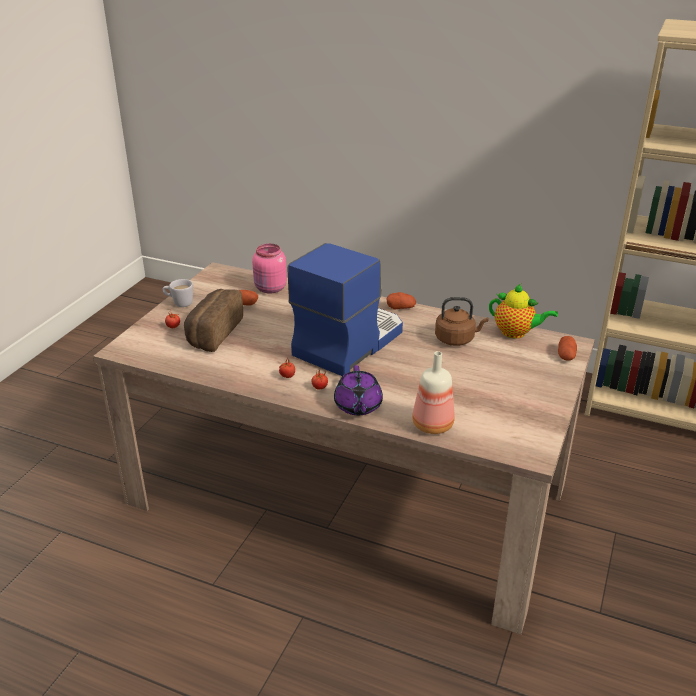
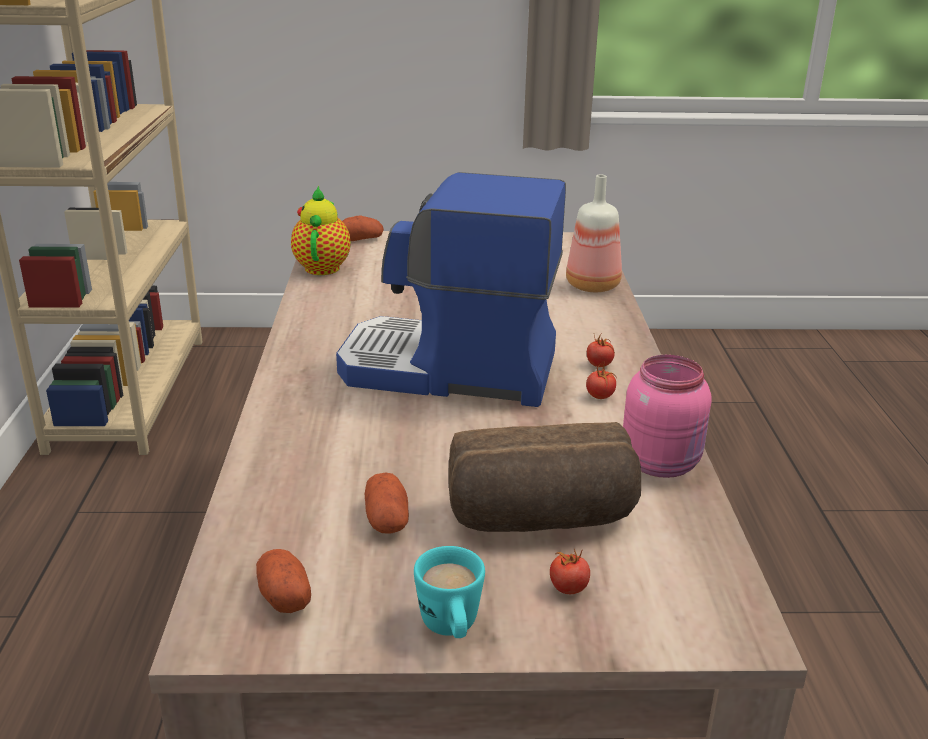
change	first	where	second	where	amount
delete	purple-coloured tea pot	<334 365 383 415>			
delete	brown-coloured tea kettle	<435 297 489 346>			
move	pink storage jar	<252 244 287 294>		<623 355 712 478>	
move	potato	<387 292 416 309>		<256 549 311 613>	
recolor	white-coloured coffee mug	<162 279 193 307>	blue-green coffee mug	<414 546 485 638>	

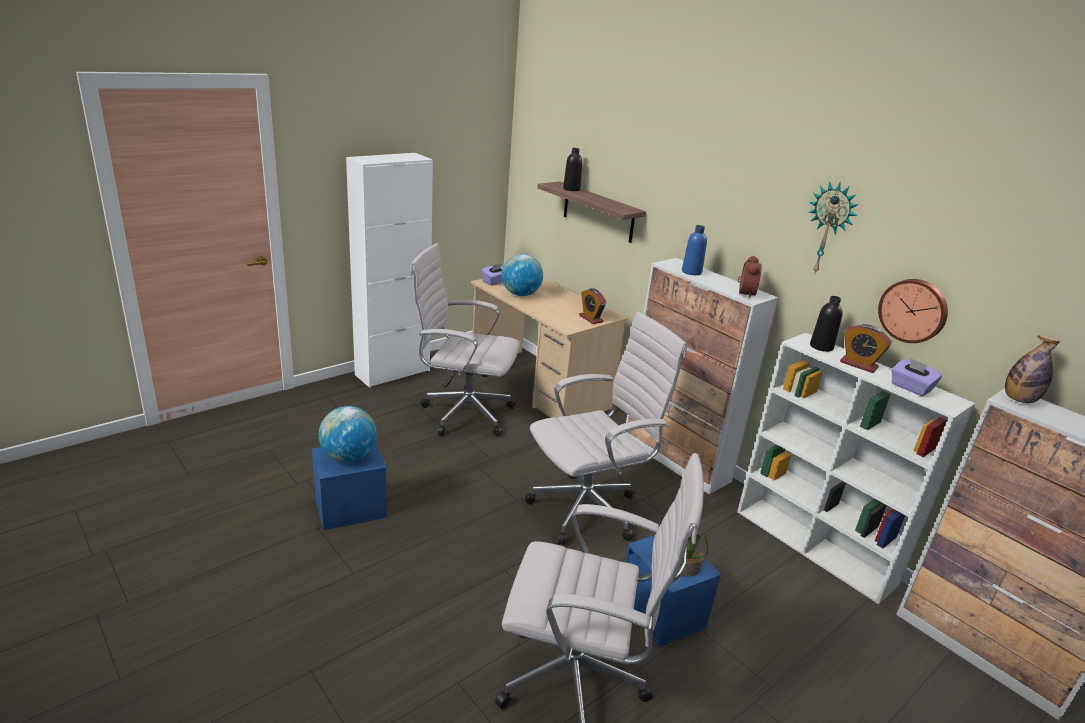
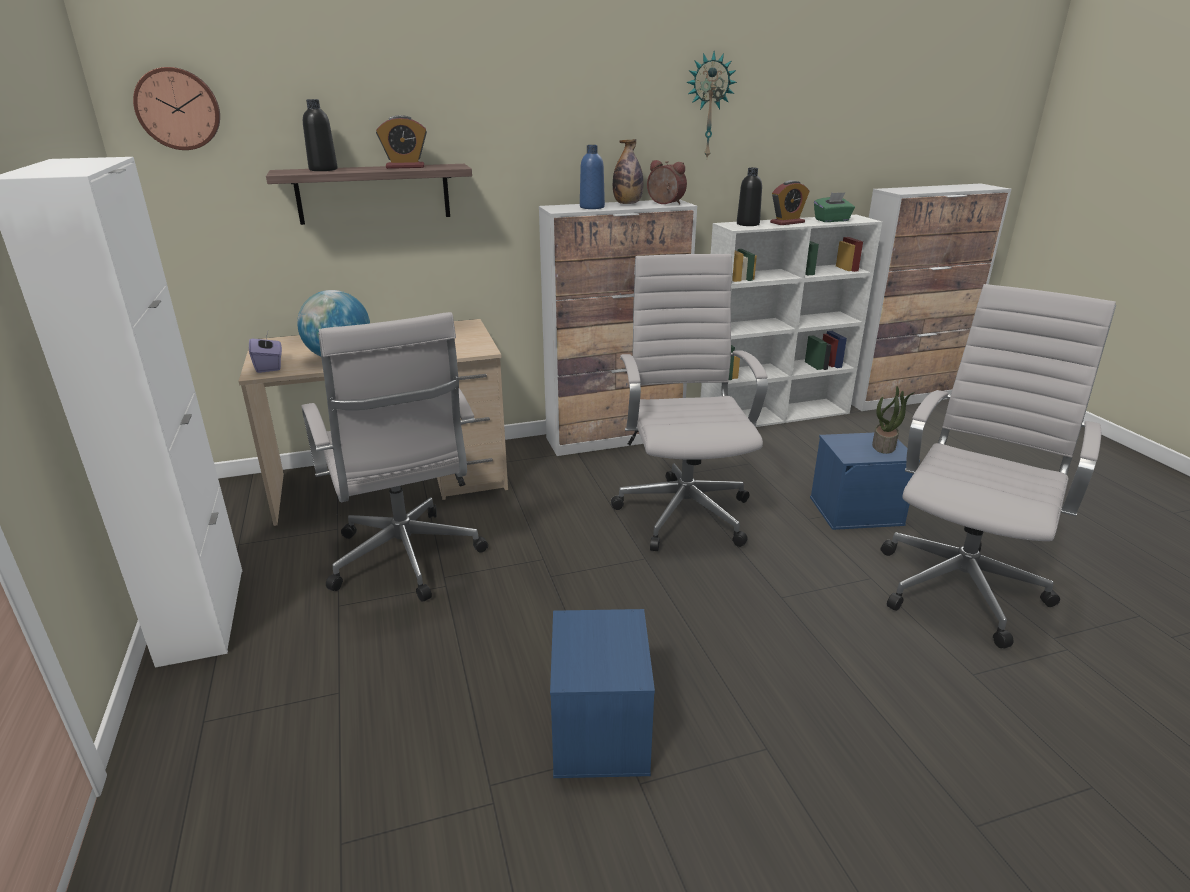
change	first	where	second	where	amount
delete	desk globe	<319 406 377 462>			
move	table clock	<579 288 606 324>		<376 115 427 169>	
move	wall clock	<878 279 948 343>		<133 67 220 150>	
move	beverage bottle	<1005 334 1060 403>		<613 139 644 204>	
recolor	purple-coloured tissue holder	<891 358 942 396>	green tissue holder	<814 192 855 222>	
rotate	white-coloured office chair	<410 243 520 436>		<301 312 488 602>	60 degrees counterclockwise

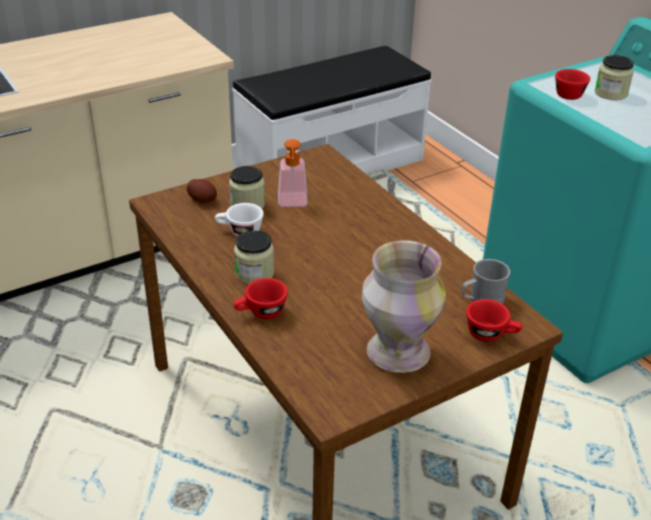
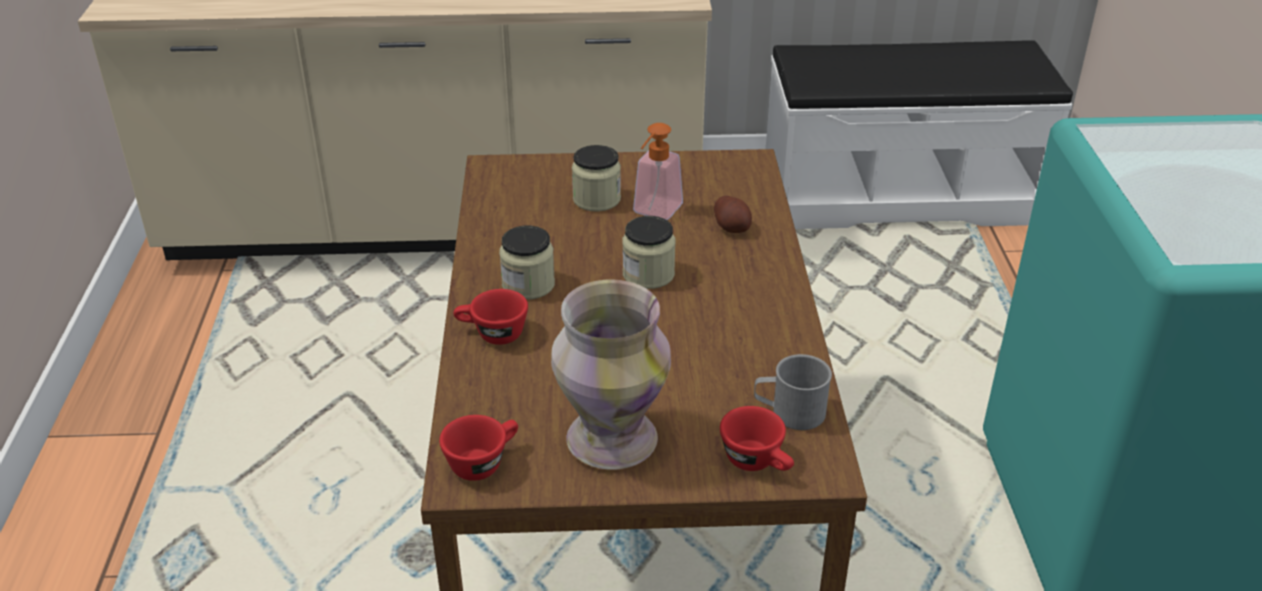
change	first	where	second	where	amount
delete	white-coloured drinking cup	<215 203 264 237>			
move	potato	<187 179 217 203>		<714 196 752 233>	
move	red-coloured drinking cup	<555 69 590 100>		<439 415 518 481>	
move	storage jar	<595 55 634 100>		<622 216 676 289>	

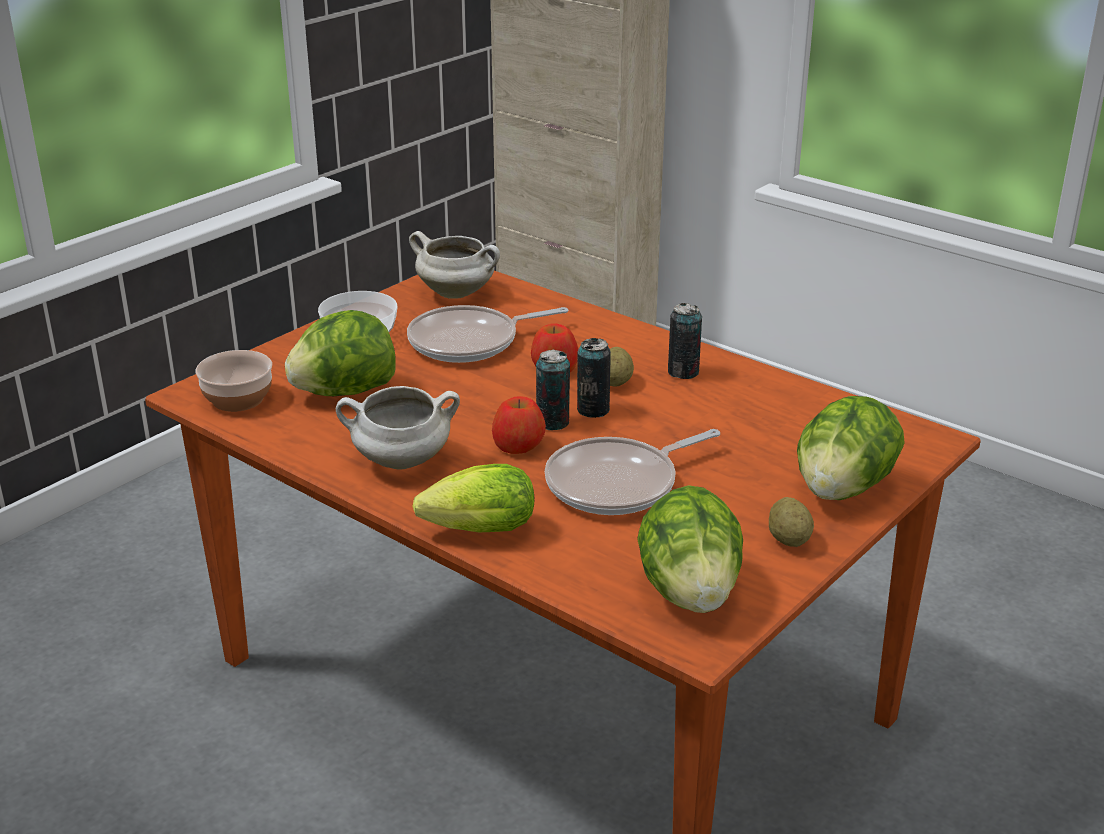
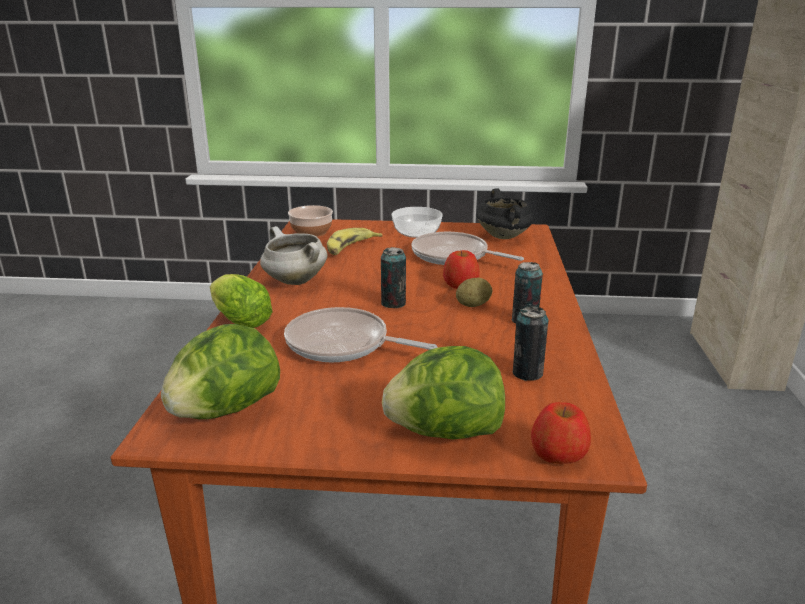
change	first	where	second	where	amount
delete	potato	<769 497 814 547>			
move	apple fruit	<492 396 546 454>		<531 402 591 464>	
move	can	<577 338 611 418>		<513 306 549 381>	
replace	lettuce	<285 310 396 396>	banana	<327 228 383 255>	
recolor	white-coloured stockpot	<409 231 500 299>	blackish stockpot	<477 188 534 239>	

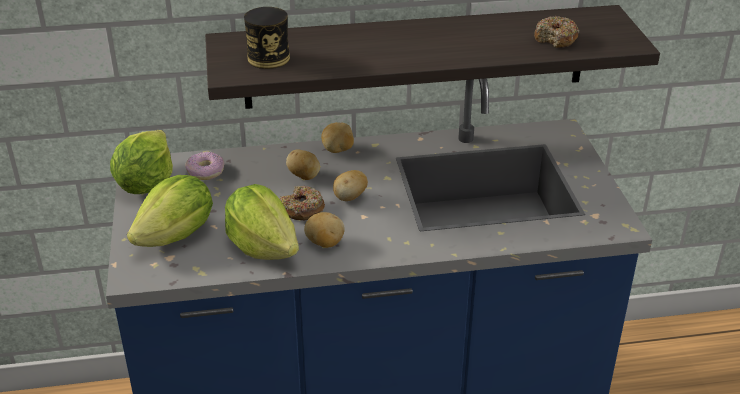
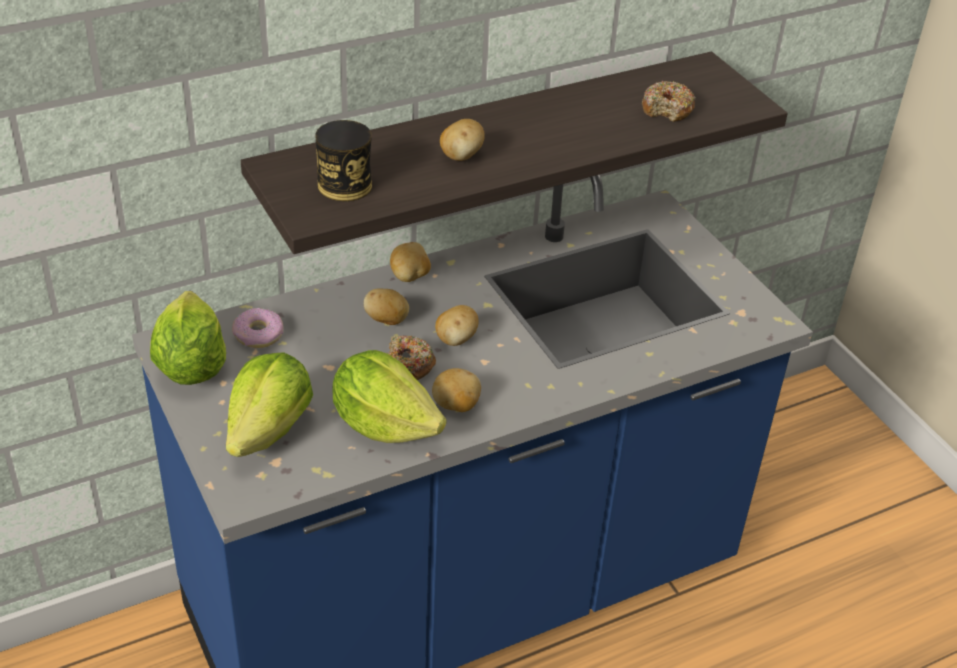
change	first	where	second	where	amount
insert			potato	<440 119 485 161>	

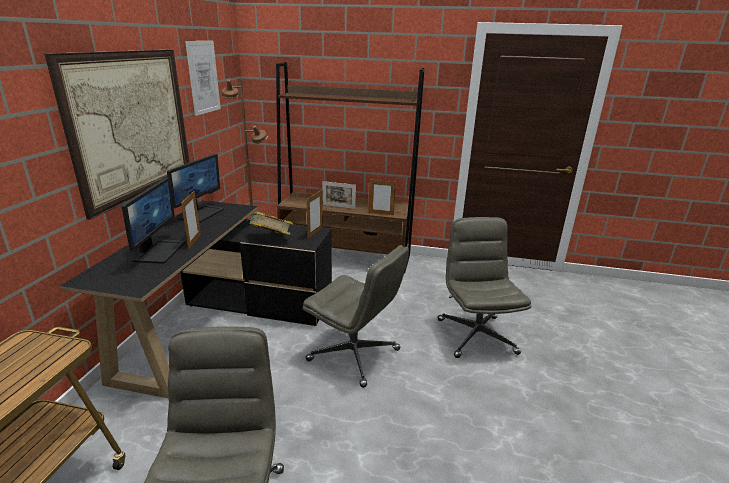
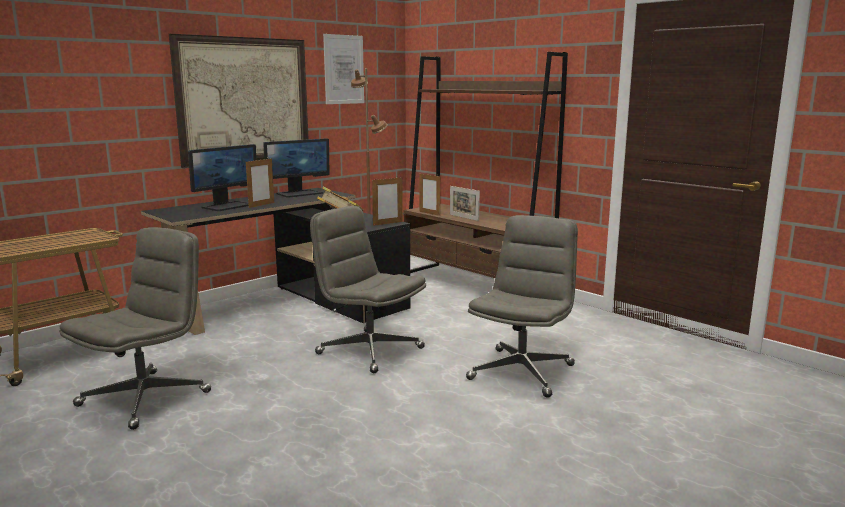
change	first	where	second	where	amount
move	photo frame	<368 180 396 215>		<419 174 440 216>	
rotate	gray office chair	<303 245 409 388>		<310 206 426 373>	150 degrees clockwise

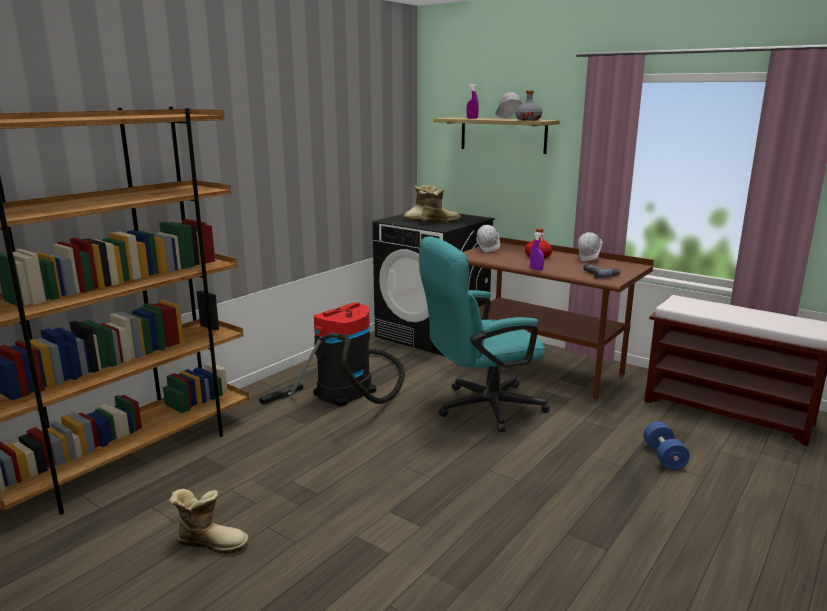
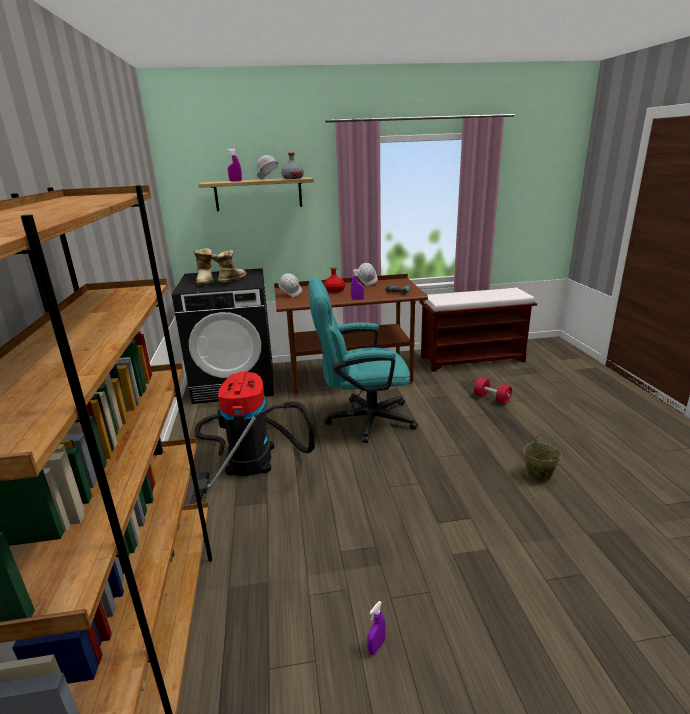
change	first	where	second	where	amount
insert			sand-coloured bucket	<523 434 562 482>	
replace	tall boot	<169 489 249 553>	purple-coloured sprayer	<367 601 385 655>	
recolor	blue dumbbell	<643 421 690 470>	red-coloured dumbbell	<474 377 512 404>	
rotate	blue-green office chair	<419 236 550 432>		<308 277 418 443>	60 degrees clockwise

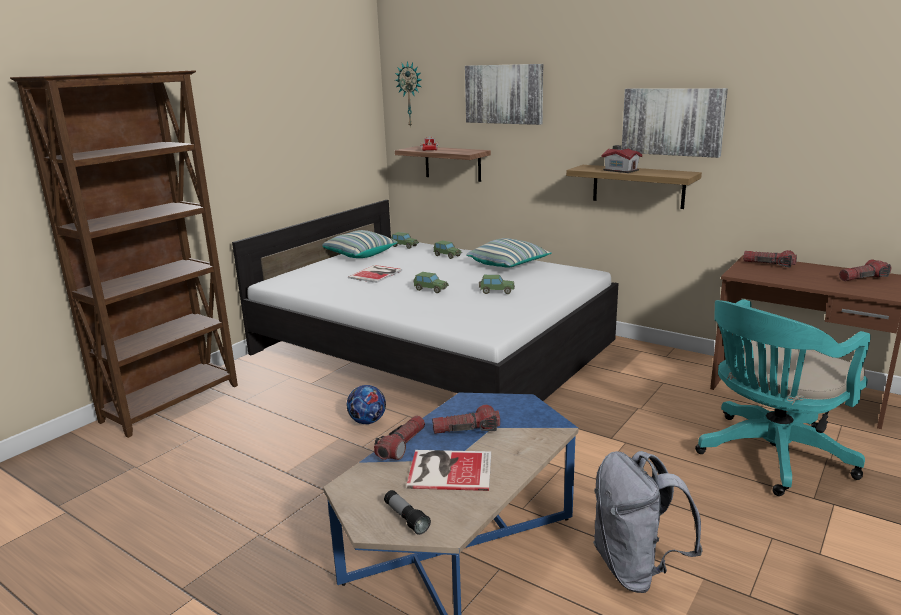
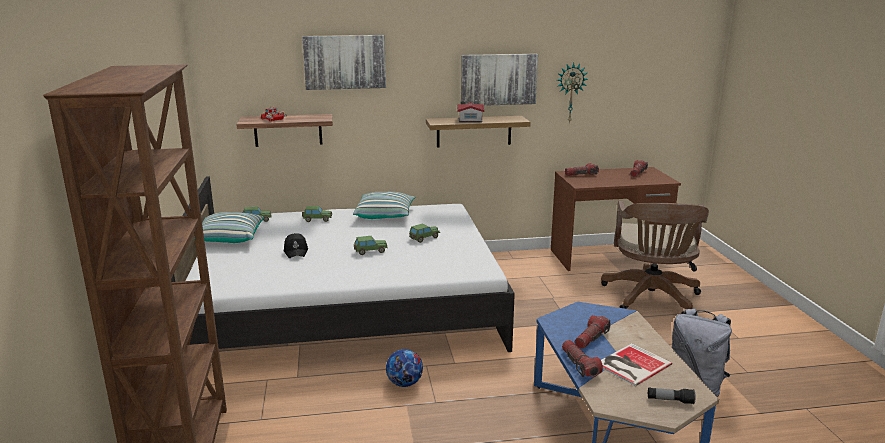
change	first	where	second	where	amount
move	wall clock	<395 61 421 128>		<557 63 588 123>	
replace	book	<348 265 402 283>	blackish baseball cap	<284 233 308 258>	
recolor	blue-green office chair	<695 299 871 496>	brown-coloured office chair	<601 201 709 314>	

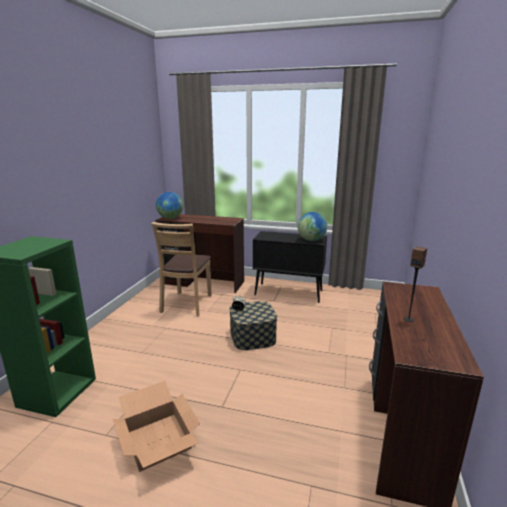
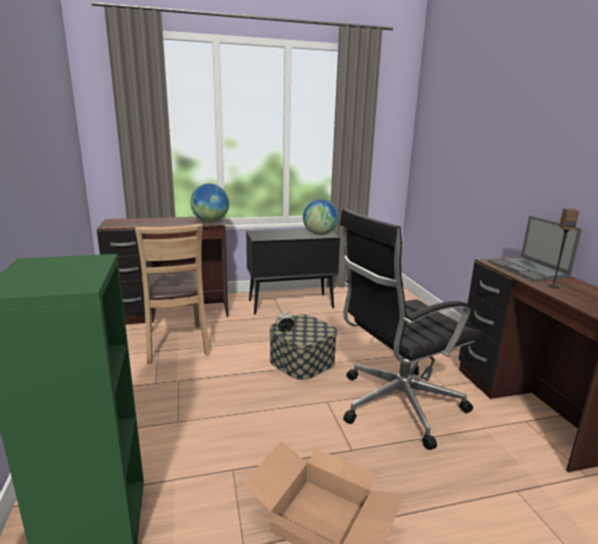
change	first	where	second	where	amount
insert			blackish office chair	<340 208 482 450>	
insert			laptop	<488 216 582 281>	
move	desk globe	<156 192 183 219>		<190 184 229 222>	

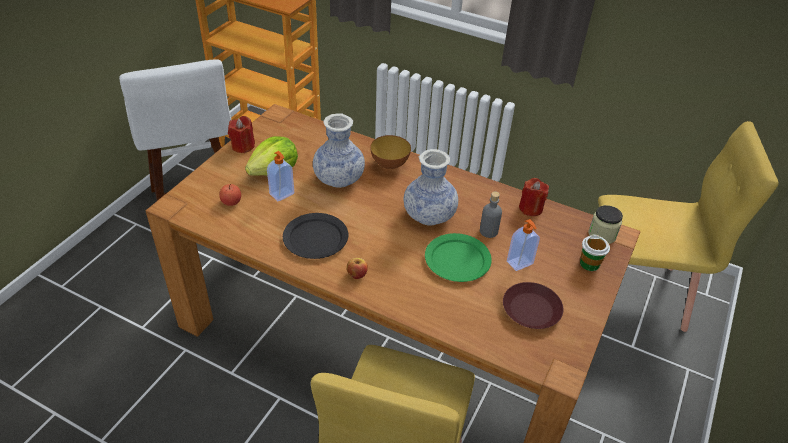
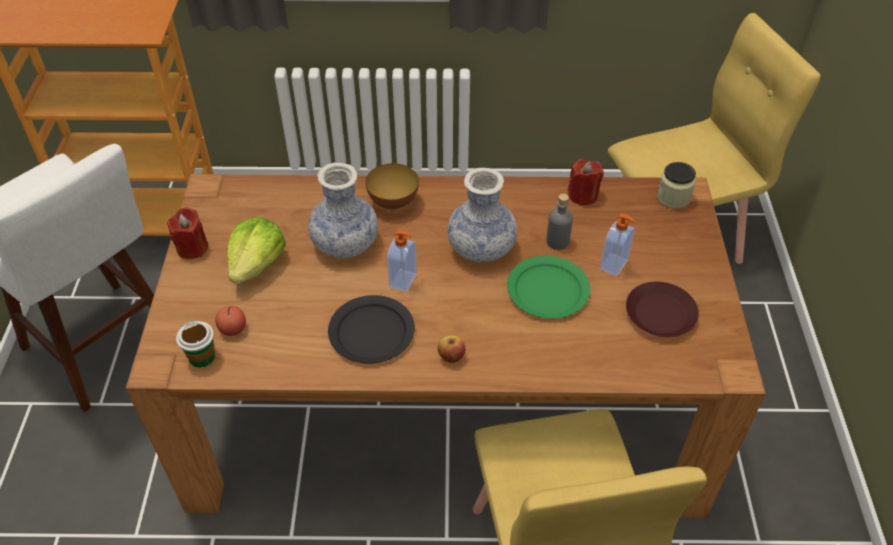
change	first	where	second	where	amount
move	liquid soap bottle	<267 151 294 201>		<387 229 417 292>	
move	drinking cup	<580 234 610 271>		<176 321 215 368>	

